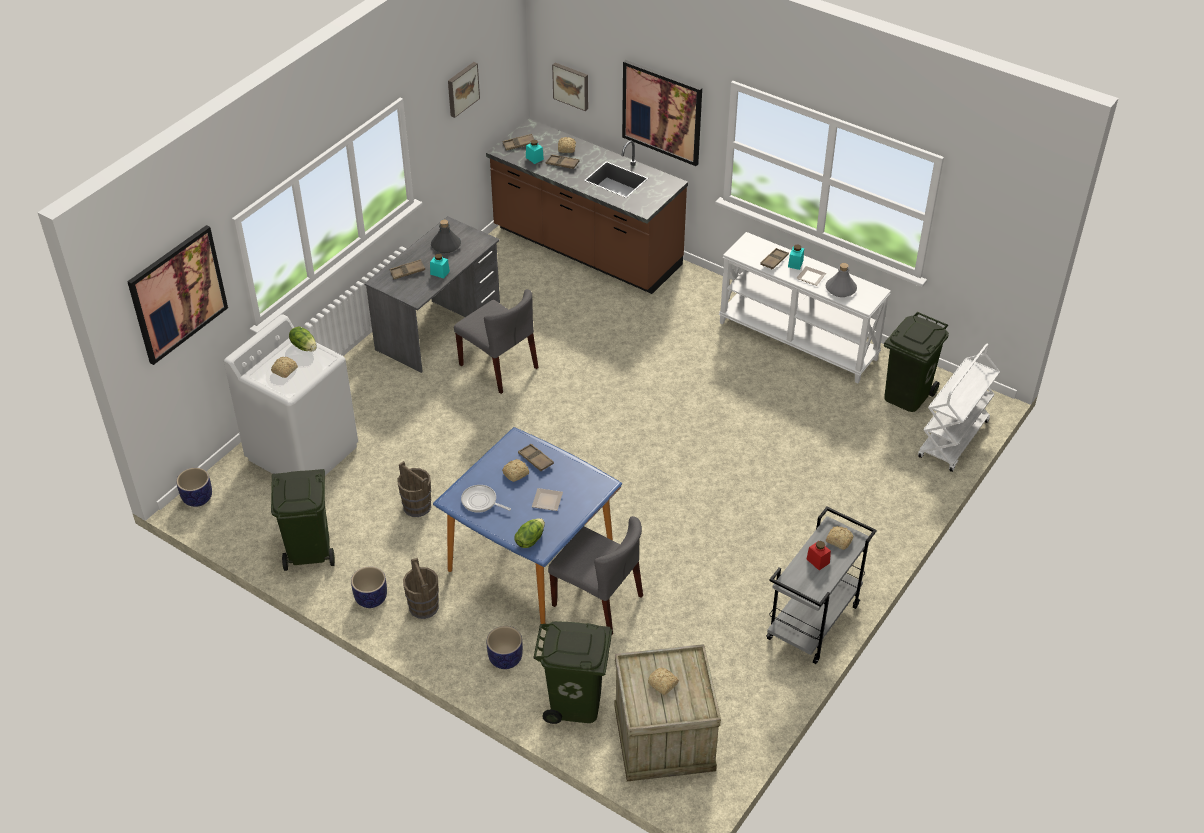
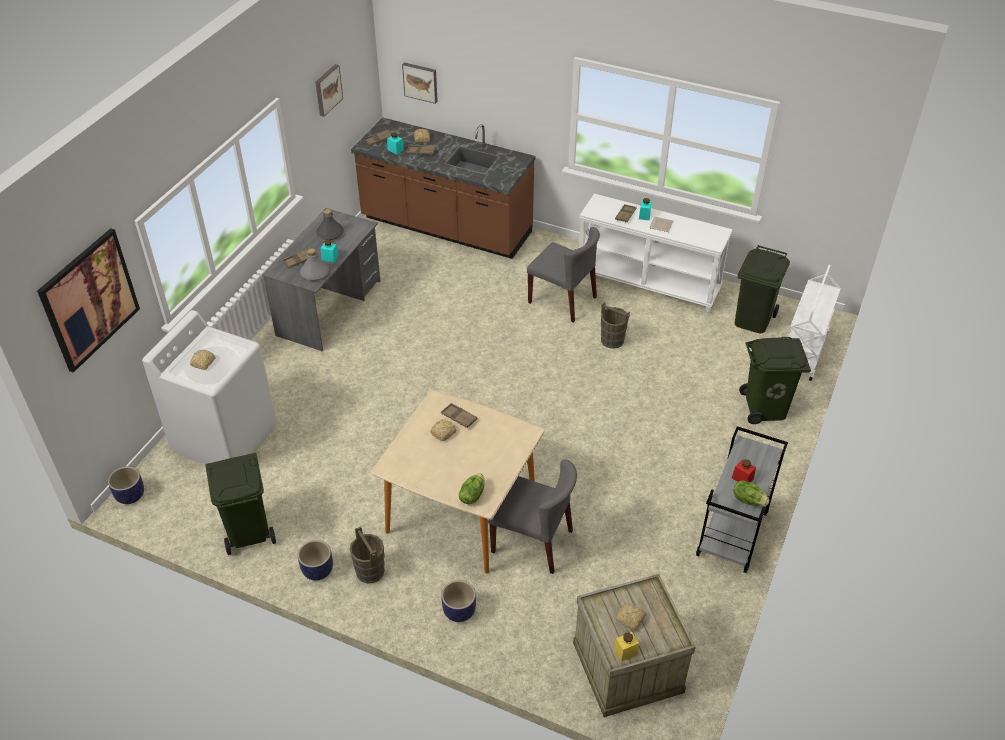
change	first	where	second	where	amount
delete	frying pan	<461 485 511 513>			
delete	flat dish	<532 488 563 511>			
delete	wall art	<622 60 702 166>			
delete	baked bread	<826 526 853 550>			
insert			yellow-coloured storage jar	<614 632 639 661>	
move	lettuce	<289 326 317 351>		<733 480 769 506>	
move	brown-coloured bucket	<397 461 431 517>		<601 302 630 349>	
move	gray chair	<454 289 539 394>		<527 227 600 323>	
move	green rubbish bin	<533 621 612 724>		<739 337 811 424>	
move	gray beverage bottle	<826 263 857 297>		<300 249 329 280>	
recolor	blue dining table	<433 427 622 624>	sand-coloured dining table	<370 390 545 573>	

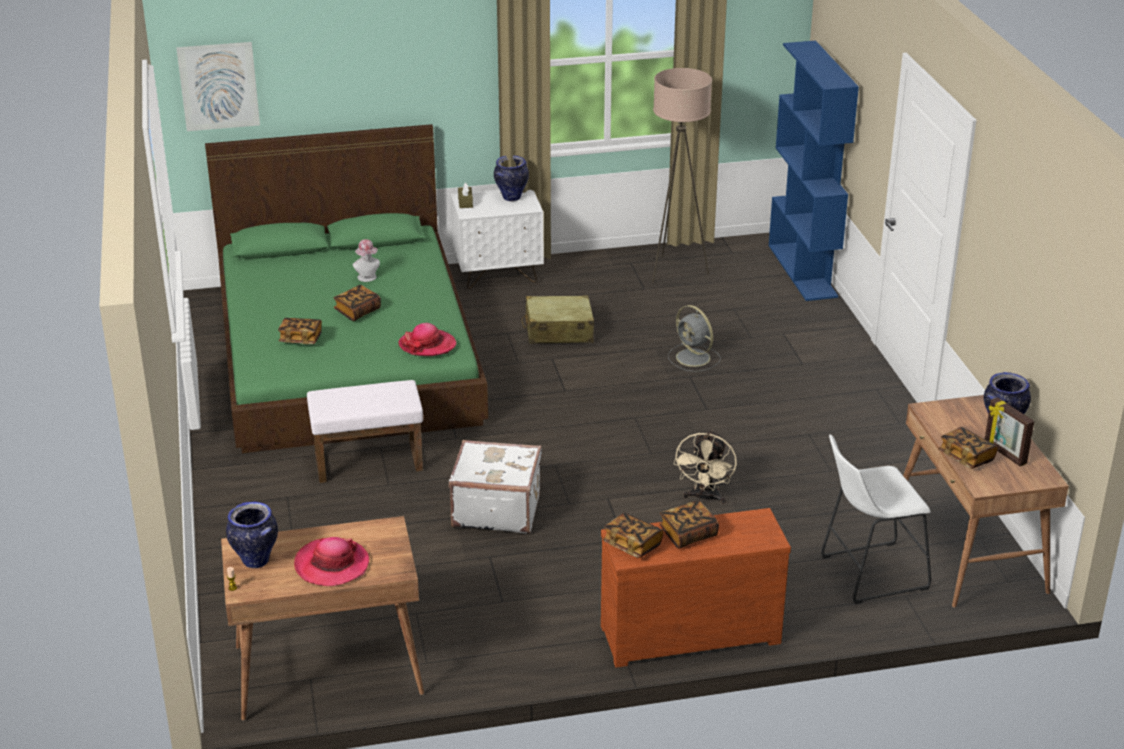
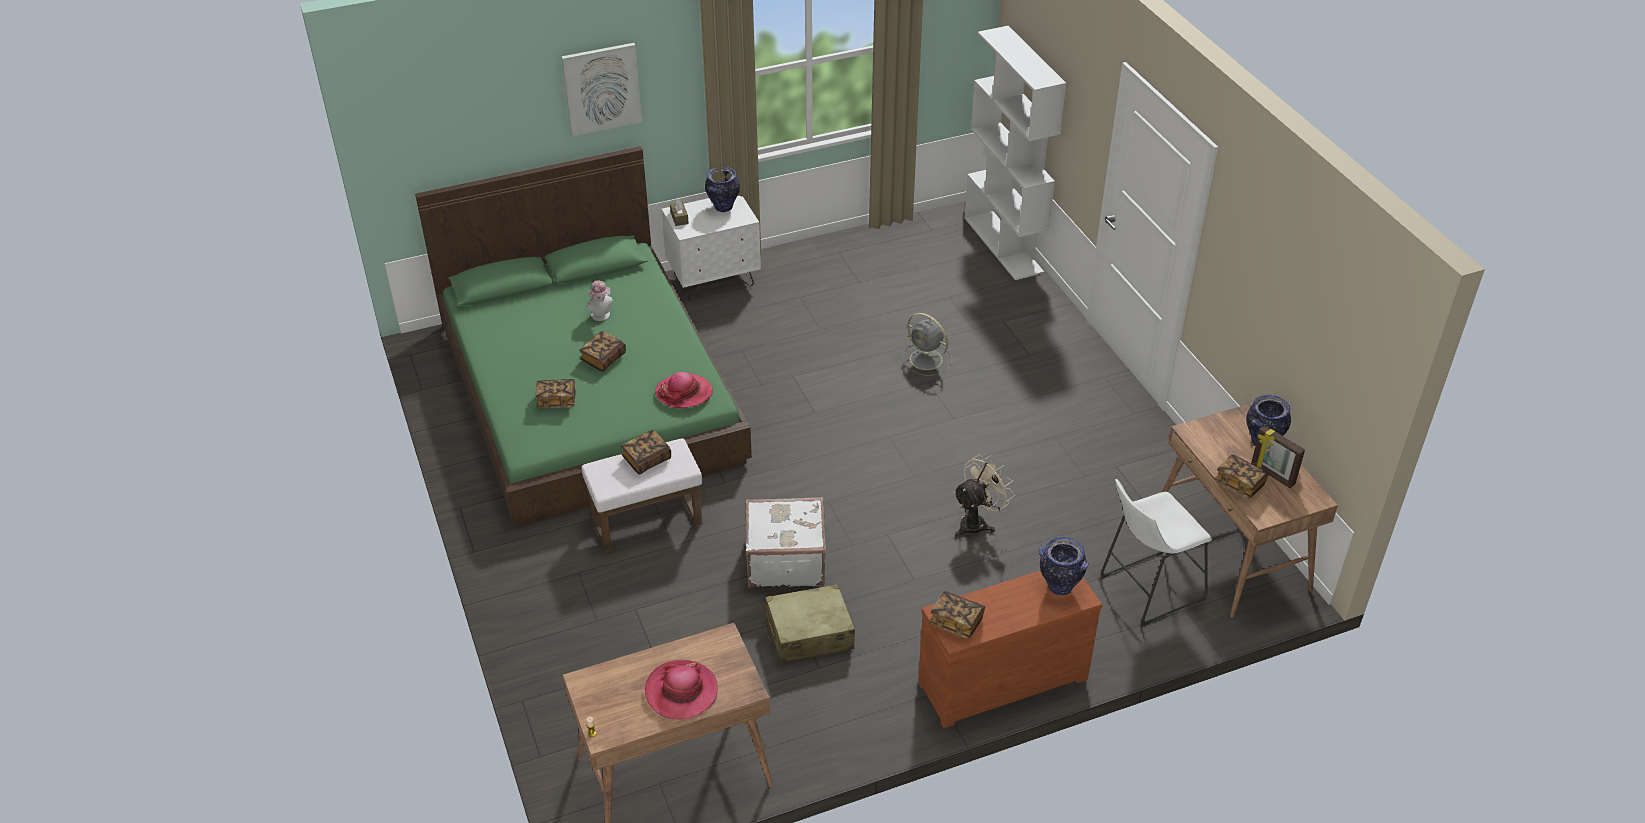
change	first	where	second	where	amount
delete	sand-coloured floor lamp	<652 68 712 283>			
move	wall art	<176 42 260 131>		<561 43 642 136>	
move	decorative vase	<226 502 278 568>		<1039 537 1089 596>	
move	sand-coloured suitcase	<522 295 594 344>		<764 584 855 663>	
move	book	<659 500 719 549>		<621 430 671 475>	
recolor	blue bookcase	<769 41 859 301>	white-coloured bookcase	<964 26 1066 280>	
rotate	sand-coloured fan	<674 430 737 504>		<953 454 1015 538>	135 degrees counterclockwise

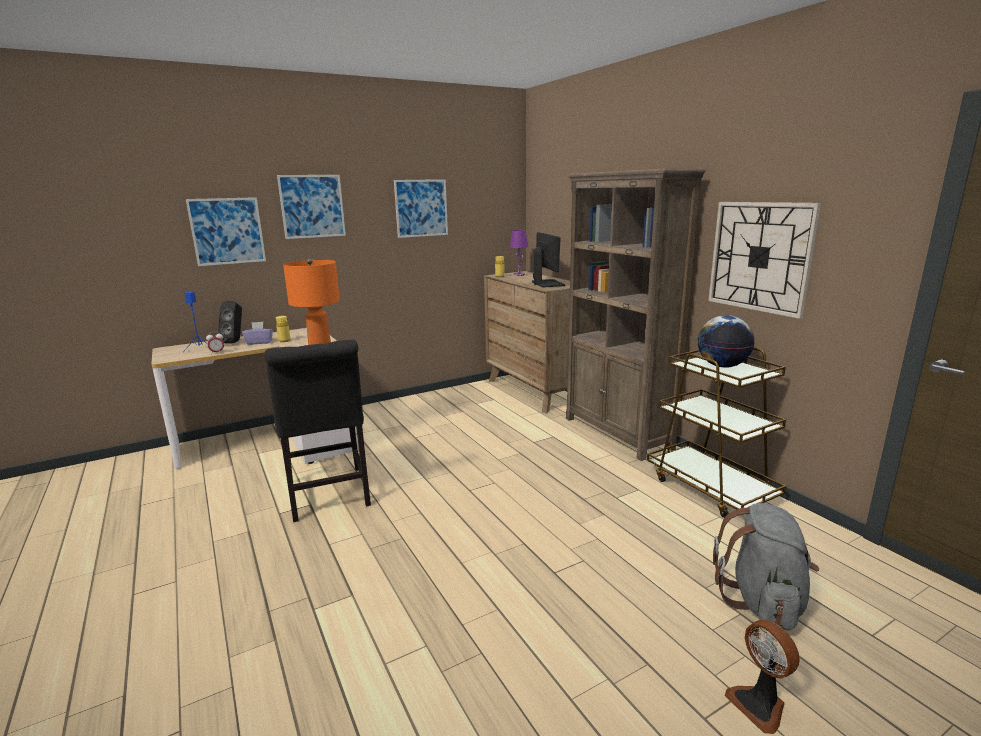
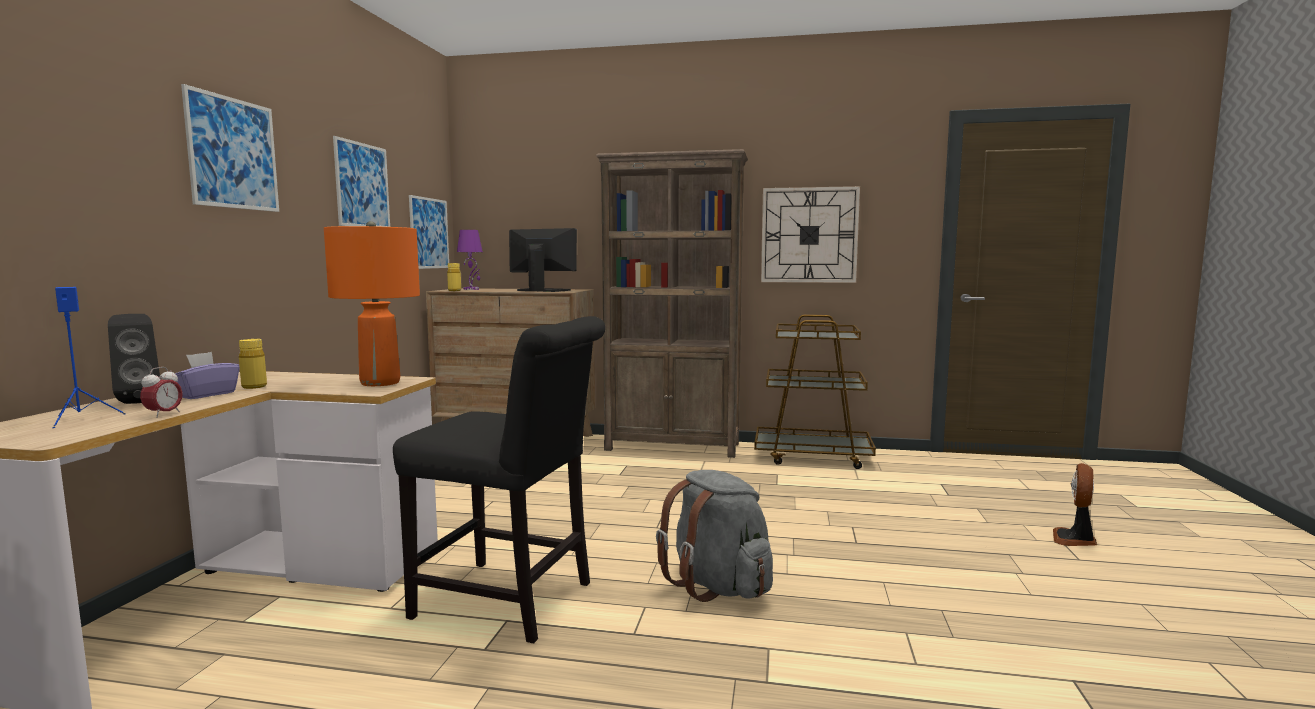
change	first	where	second	where	amount
delete	desk globe	<697 315 754 368>			
move	wall art	<186 197 266 266>		<409 195 449 269>	
move	gray knapsack	<713 503 819 630>		<656 470 773 602>	
rotate	fan	<725 619 800 734>		<1053 463 1097 546>	105 degrees clockwise

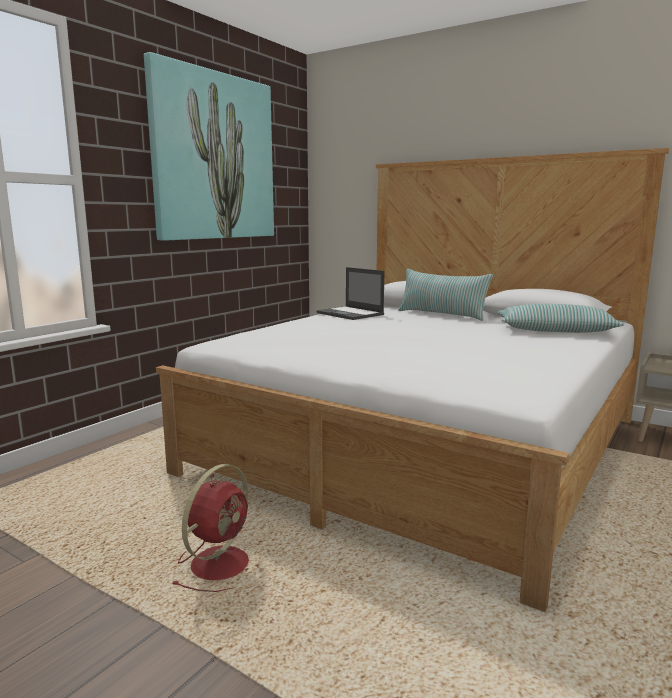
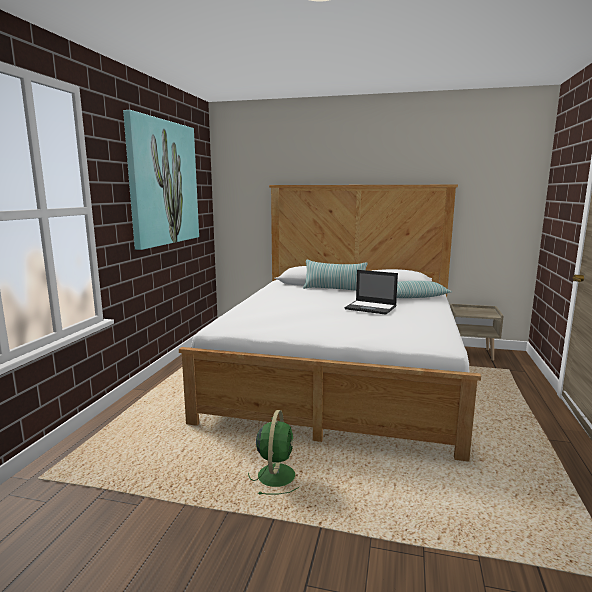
change	first	where	second	where	amount
move	laptop	<316 267 384 320>		<345 270 398 315>	
recolor	red-coloured fan	<173 464 249 592>	green fan	<248 410 299 495>	

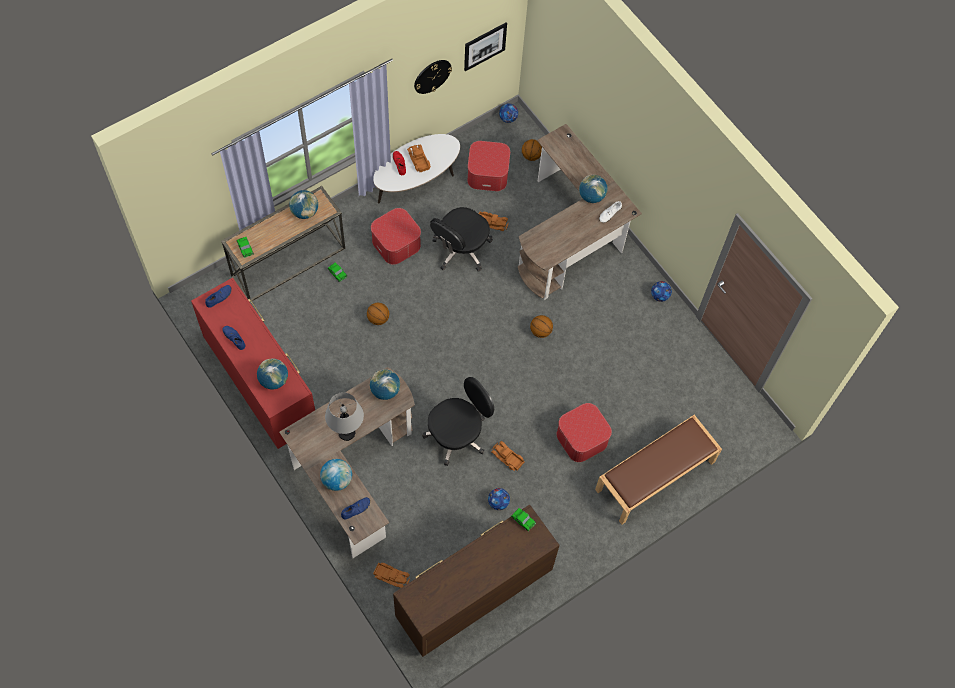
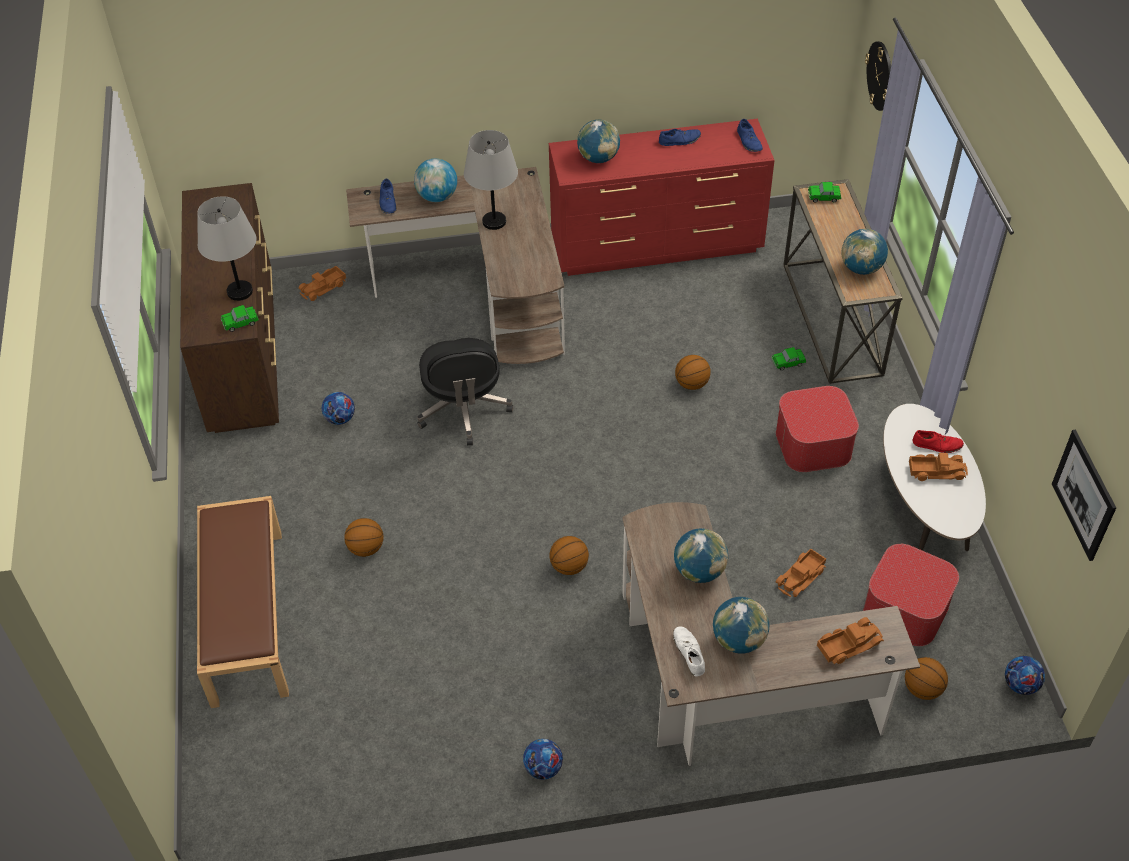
change	first	where	second	where	amount
delete	blackish office chair	<430 207 492 272>			
insert			gray table lamp	<197 196 256 301>	
move	desk globe	<370 369 400 400>		<674 528 728 583>	
move	wall clock	<414 60 452 94>		<865 41 891 111>	
move	toy truck	<492 441 525 471>		<817 617 884 664>	
replace	footrest	<557 403 612 462>	basketball	<344 518 383 557>	

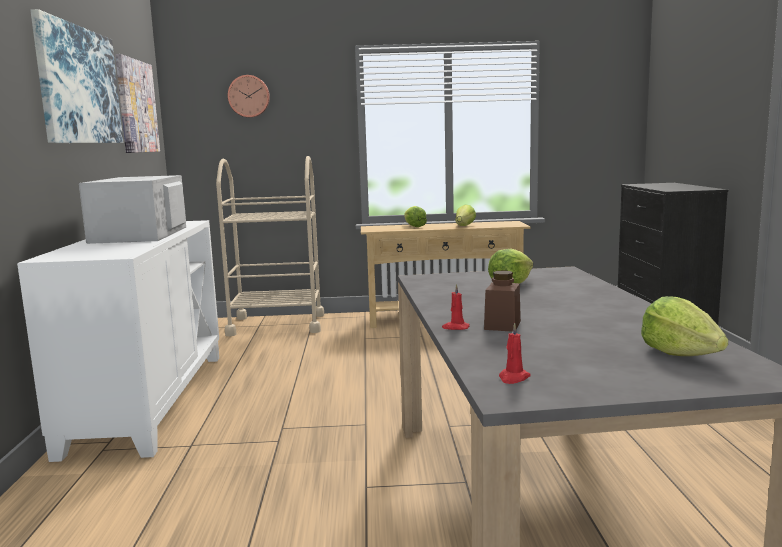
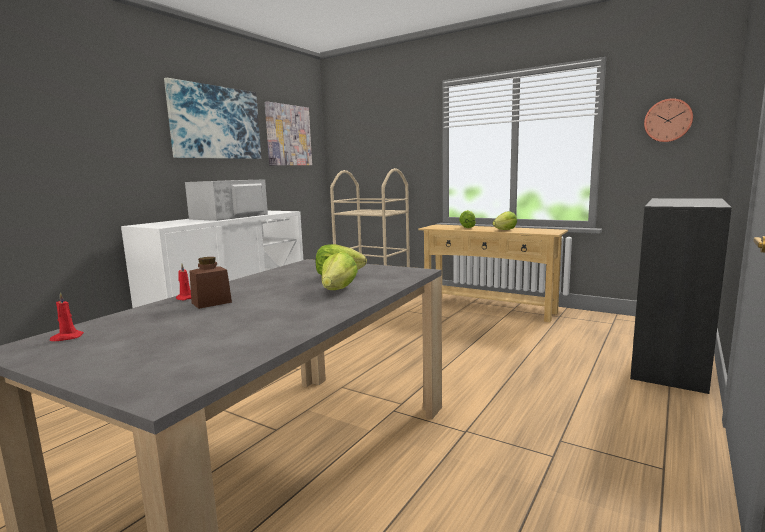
change	first	where	second	where	amount
move	wall clock	<228 75 270 118>		<644 98 693 142>	
move	lettuce	<641 296 728 356>		<322 252 358 290>	

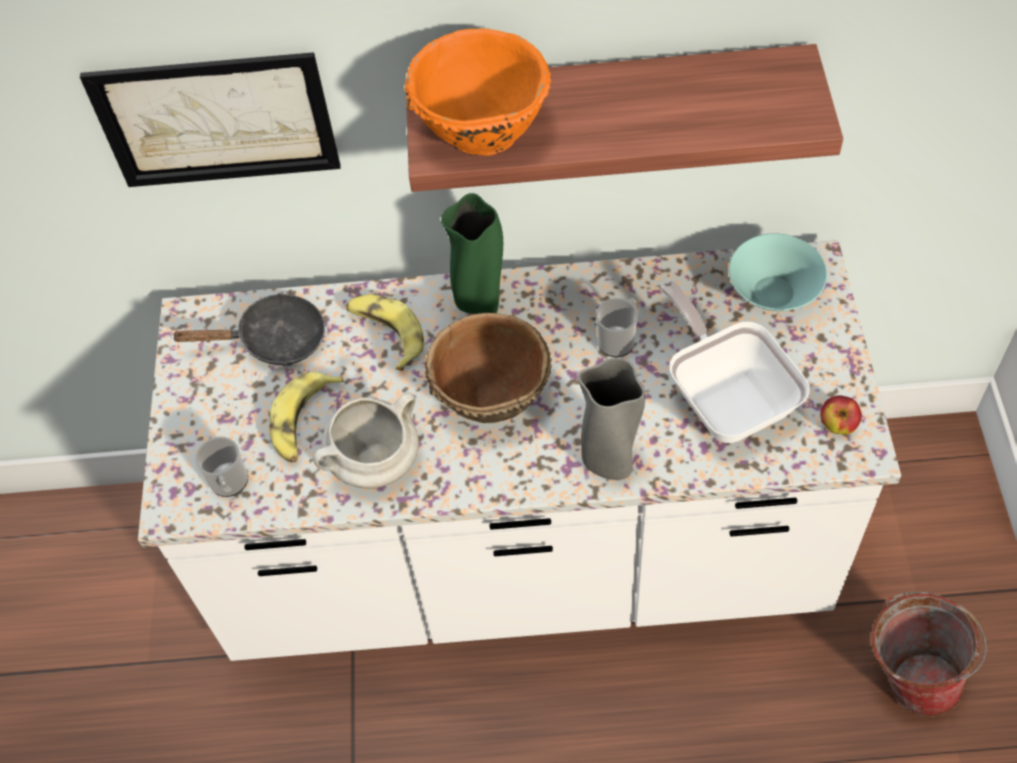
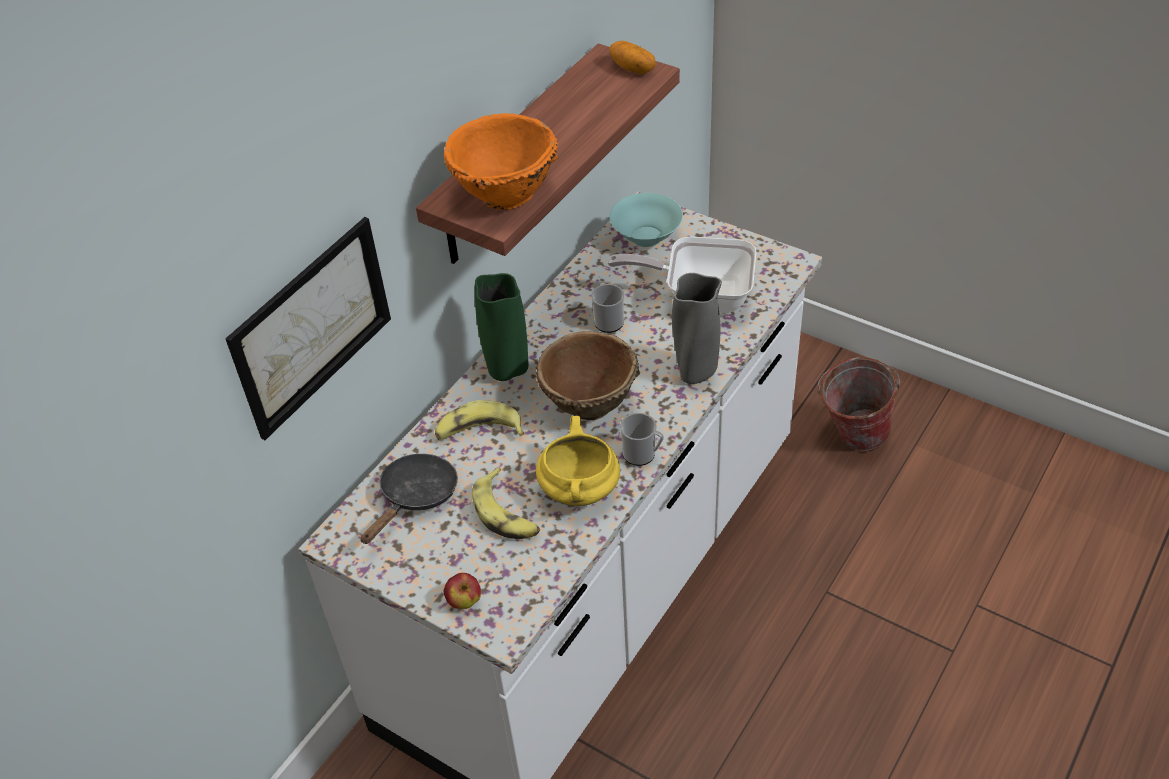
change	first	where	second	where	amount
insert			potato	<610 41 656 74>	
move	coffee mug	<195 437 248 497>		<620 413 664 466>	
move	apple fruit	<820 395 862 435>		<444 573 481 609>	
recolor	white-coloured stockpot	<313 393 419 489>	yellow-coloured stockpot	<536 416 620 506>	

